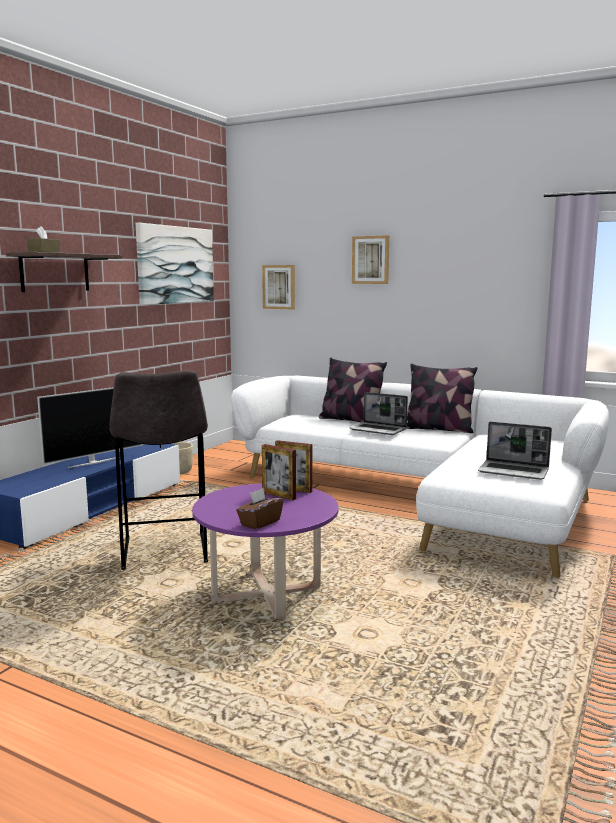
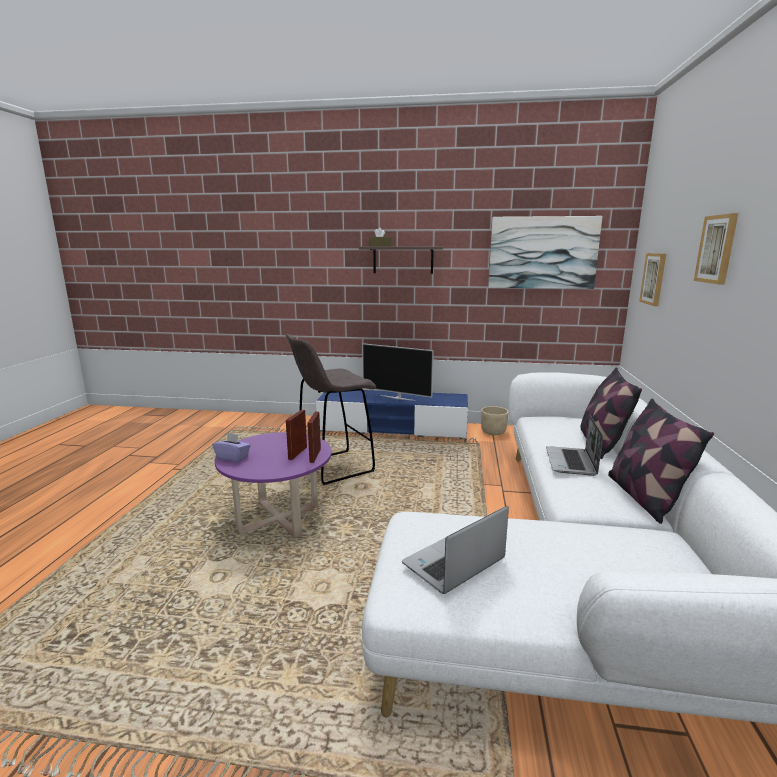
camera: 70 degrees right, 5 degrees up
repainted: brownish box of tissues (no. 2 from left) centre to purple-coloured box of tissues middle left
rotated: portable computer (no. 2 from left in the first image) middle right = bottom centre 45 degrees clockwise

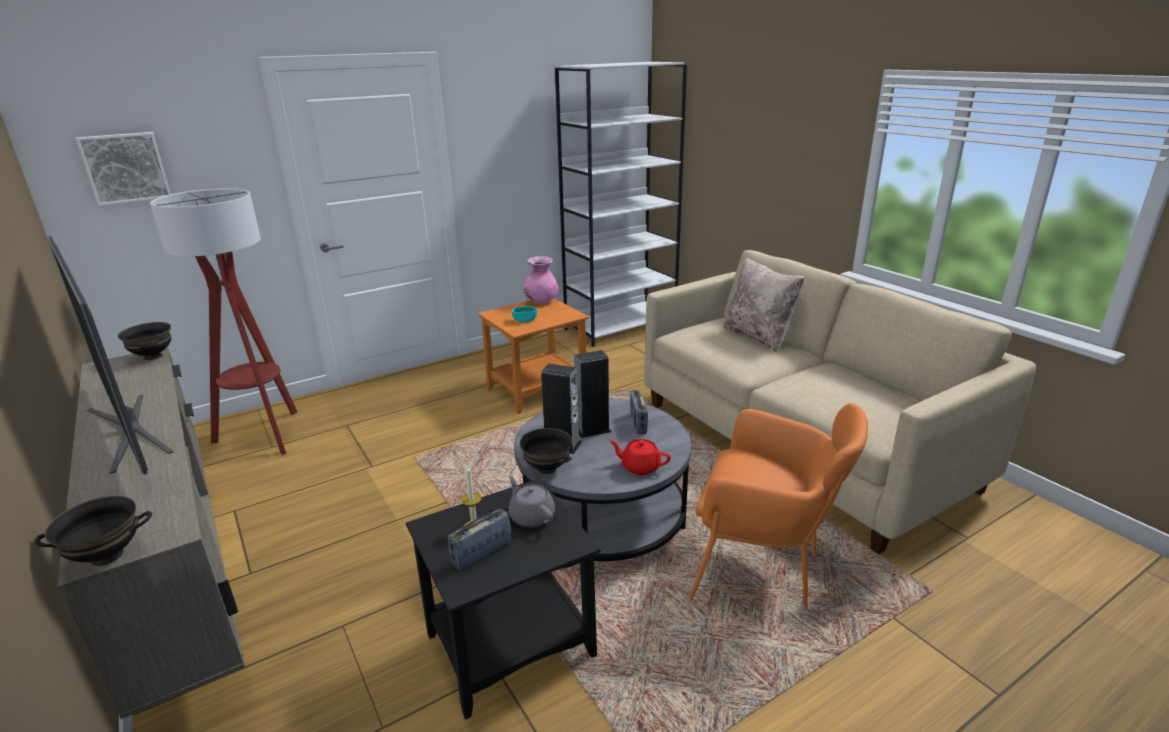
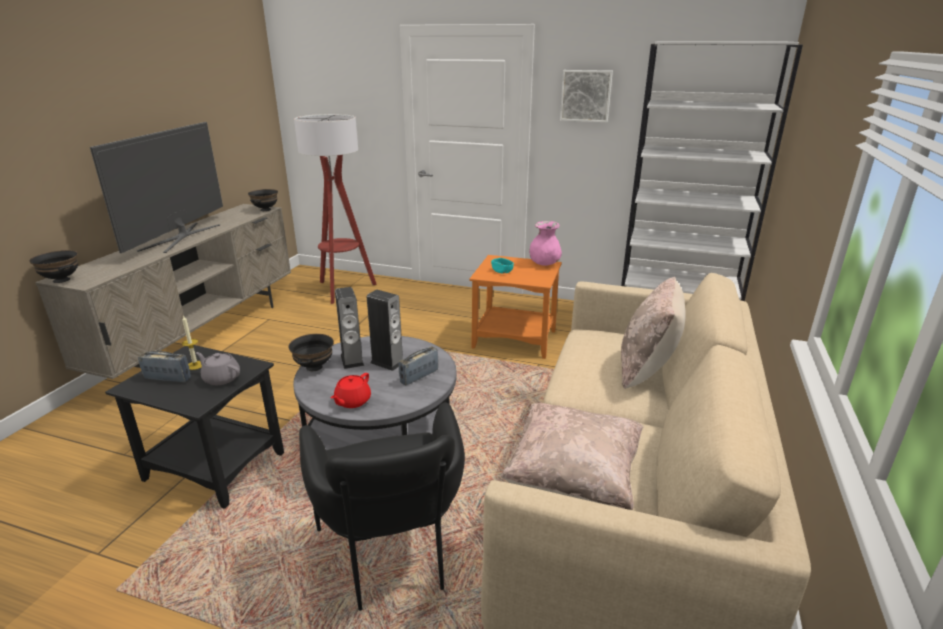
camera: 50 degrees right, 0 degrees up
new: beige throw pillow (no. 1 from left) bottom centre
shifted: wall picture top left to top centre
repainted: orange easy chair bottom centre to black-coloured easy chair bottom centre
rotated: grey teapot bottom centre = middle left 75 degrees counterclockwise; reddish teapot centre = centre 135 degrees counterclockwise

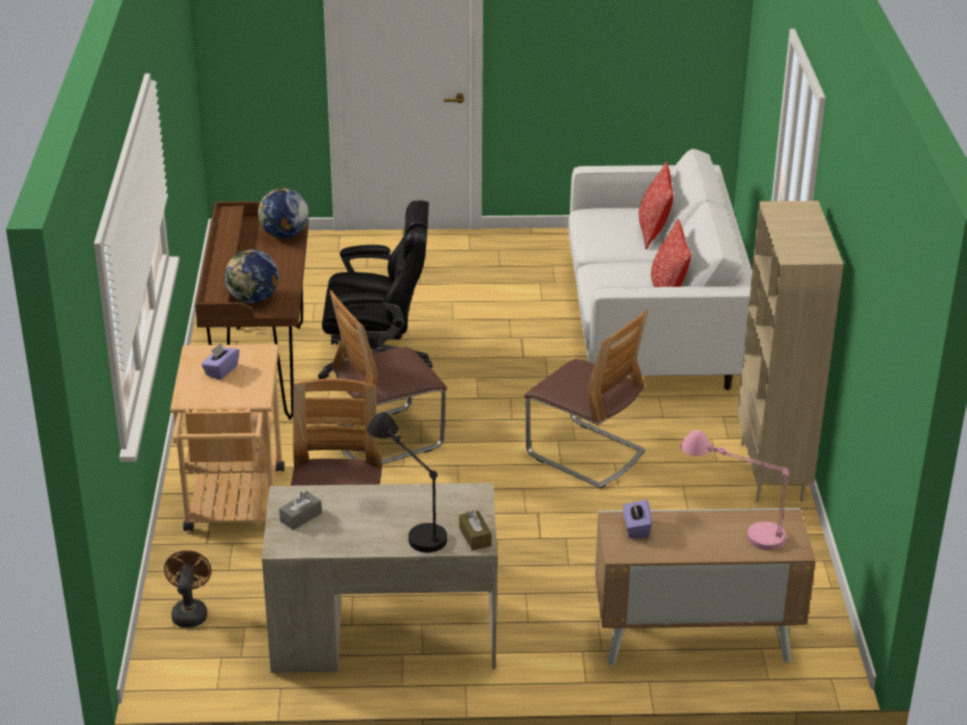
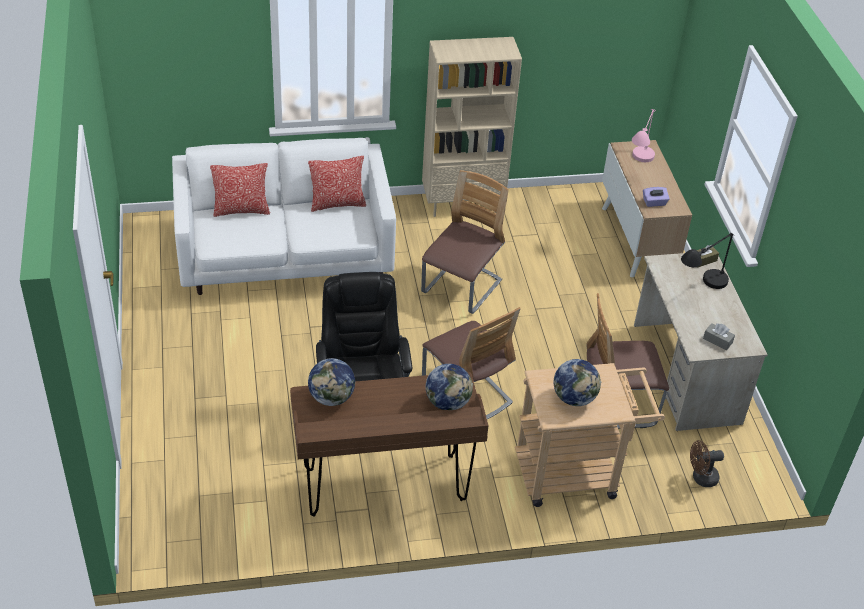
camera: 100 degrees left, 10 degrees up
swapped: purple-coloured box of tissues (no. 1 from left) middle left to globe (no. 3 from left) middle right

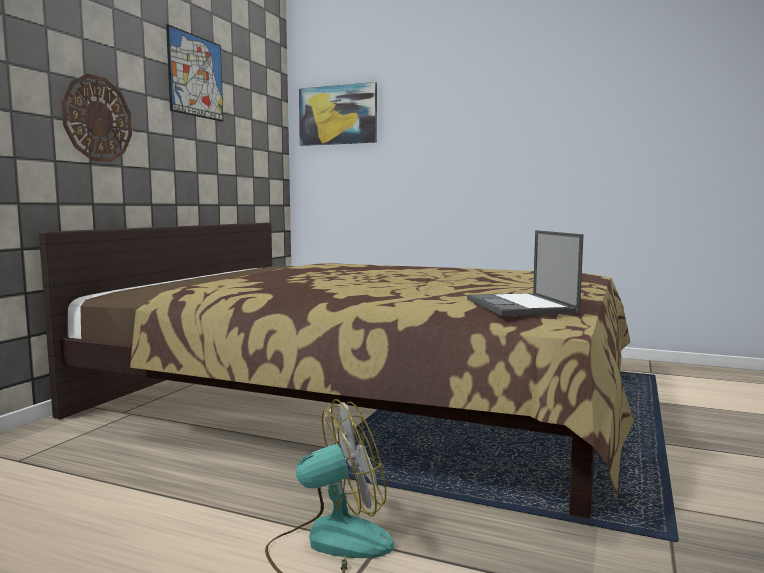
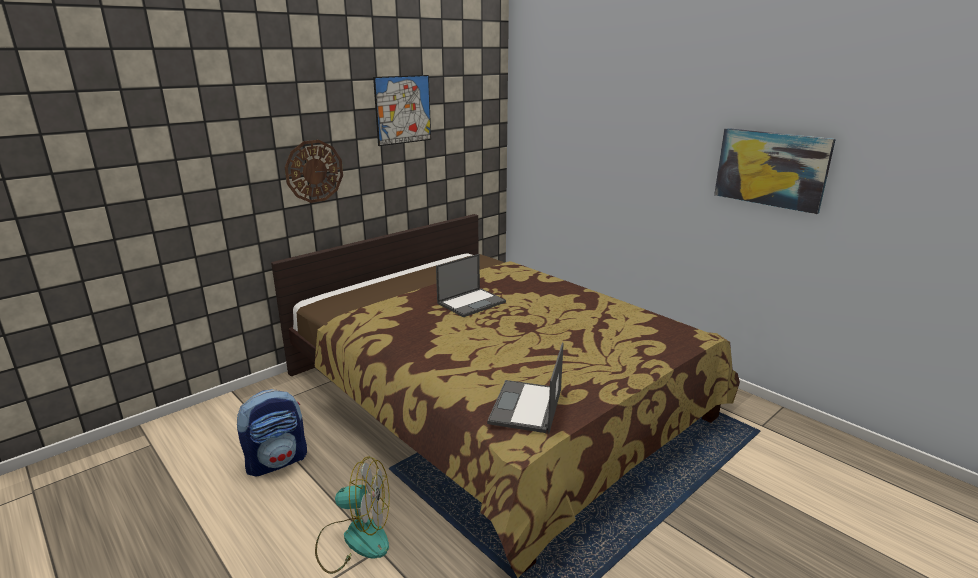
camera: 25 degrees right, 15 degrees up
new: knapsack bottom left; portable computer (no. 1 from left) centre
shifted: wall picture (no. 2 from left) top centre to top right

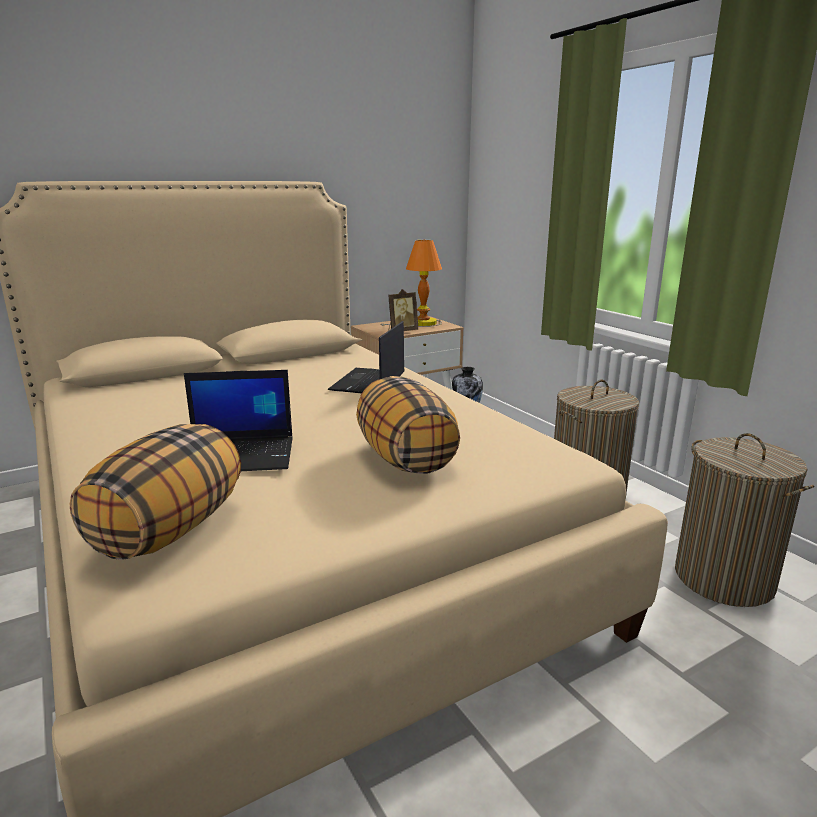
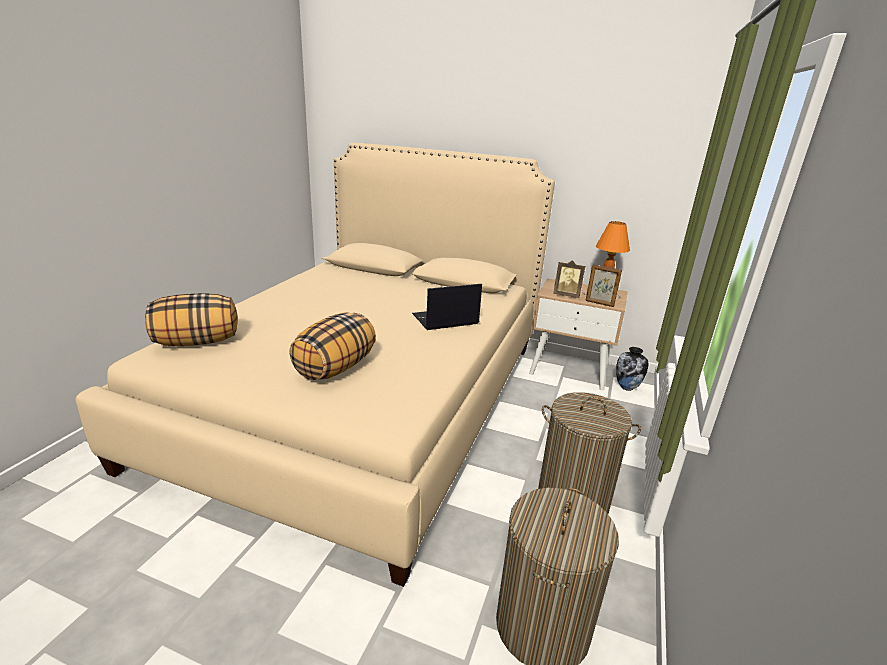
camera: 50 degrees right, 5 degrees up
gone: portable computer (no. 1 from left) middle left
new: picture frame (no. 2 from left) middle right

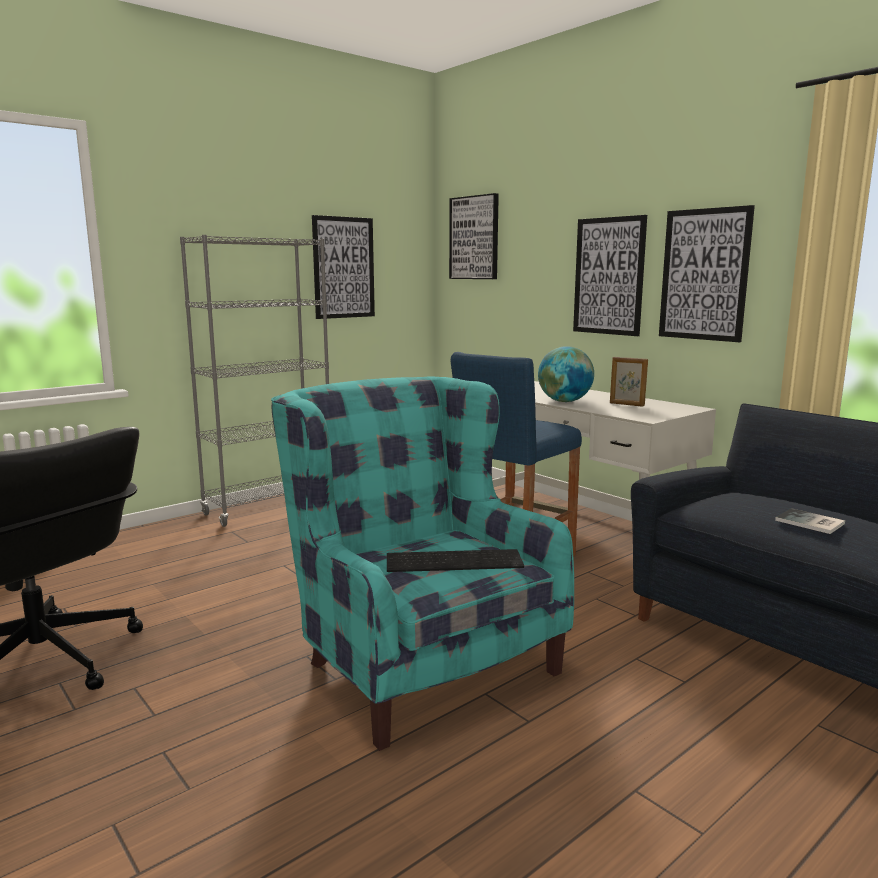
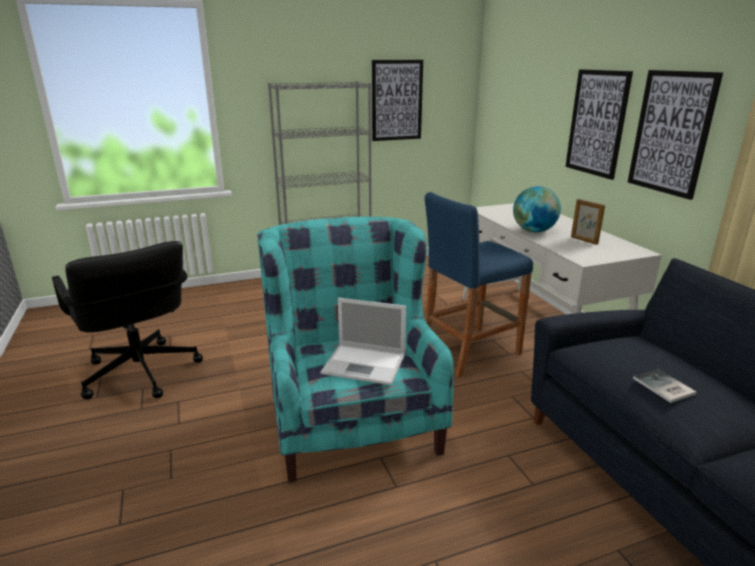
camera: 20 degrees right, 10 degrees up
gone: wall picture (no. 2 from left) top centre
swapped: computer keyboard centre to portable computer centre

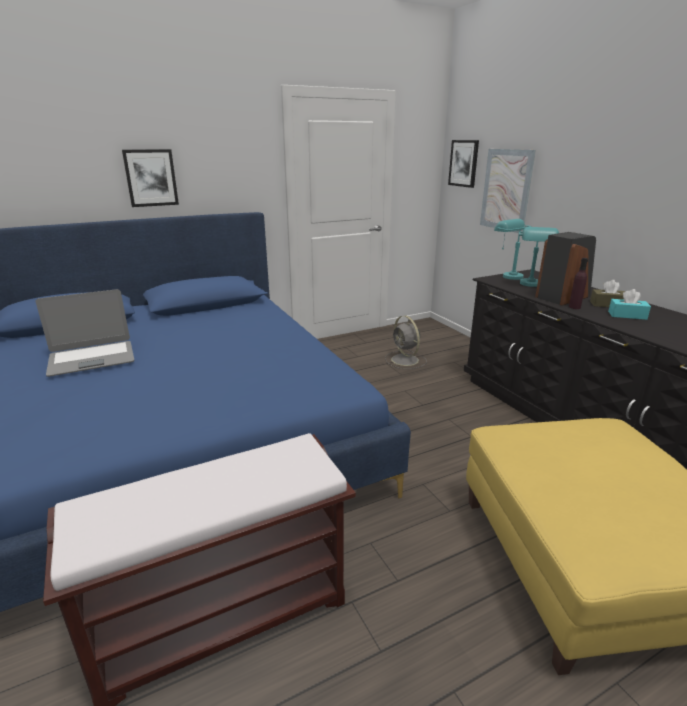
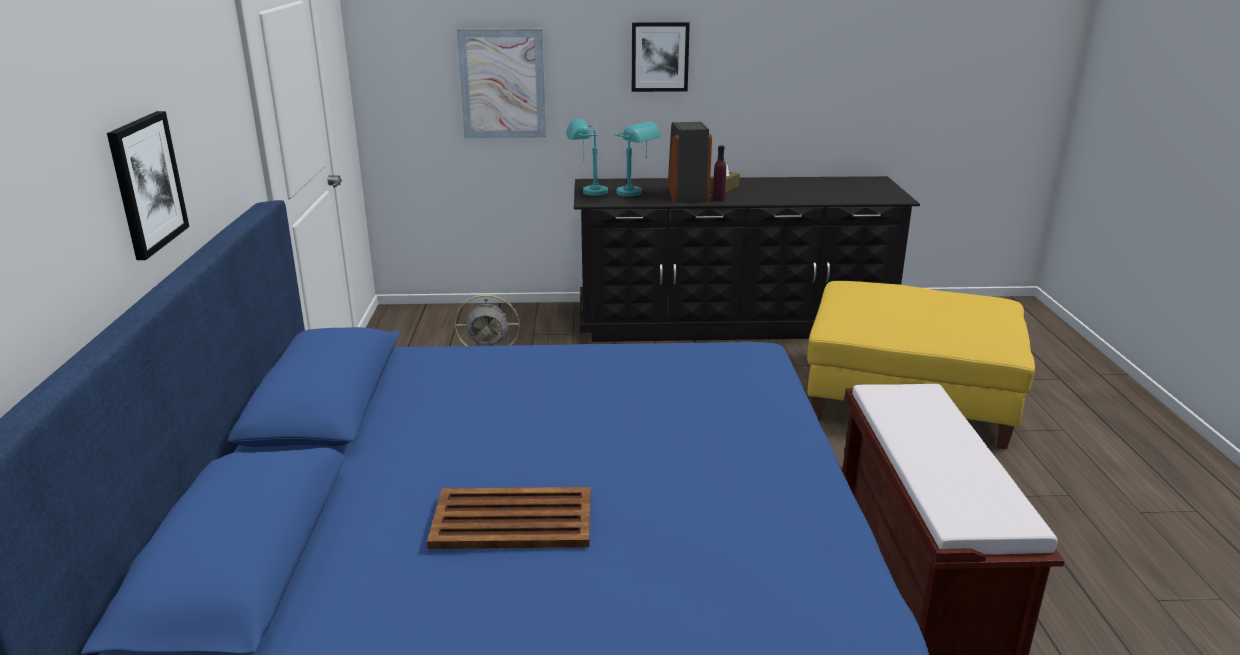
camera: 65 degrees left, 0 degrees up
gone: turquoise-coloured box of tissues middle right
shifted: wall picture (no. 2 from left in the first image) top right to wall picture (no. 3 from left) top centre
swapped: portable computer middle left to brownish serving tray bottom centre

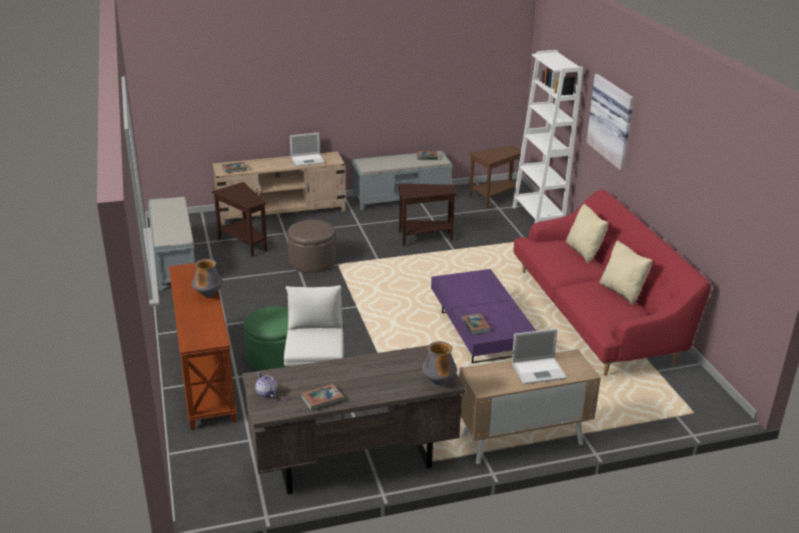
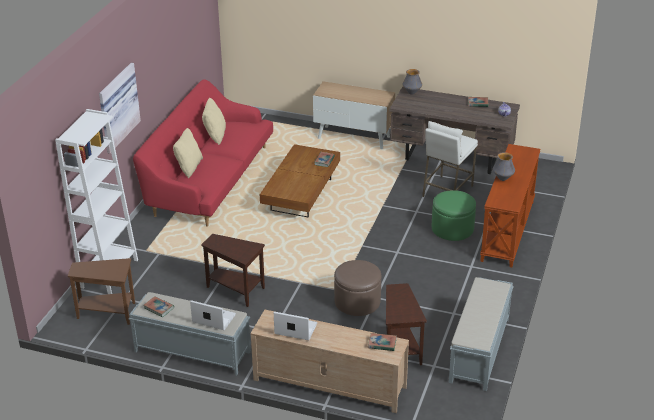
camera: 145 degrees left, 5 degrees up
shifted: portable computer (no. 2 from left in the first image) bottom right to portable computer (no. 1 from left) bottom left
repainted: purple-coloured low table centre to brownish low table centre

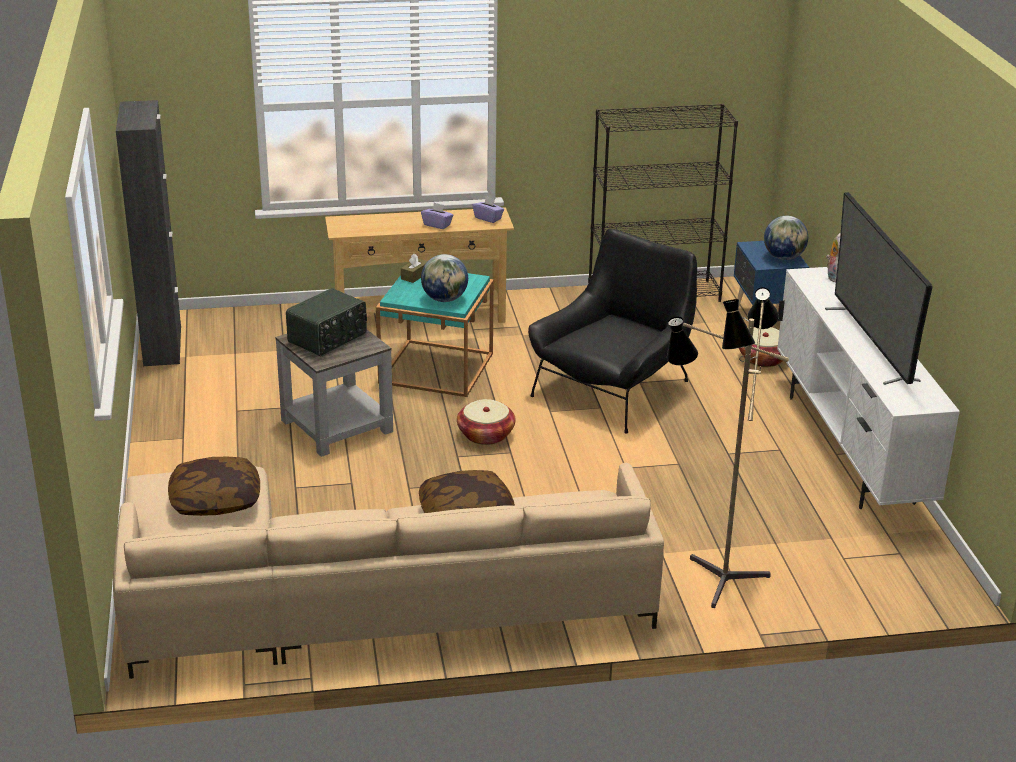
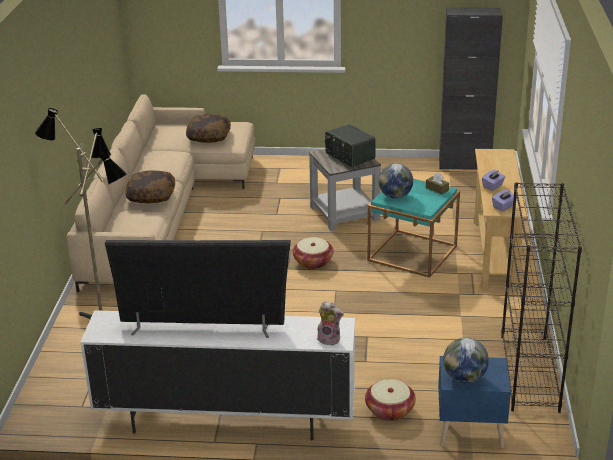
camera: 105 degrees right, 0 degrees up
gone: black-coloured easy chair centre

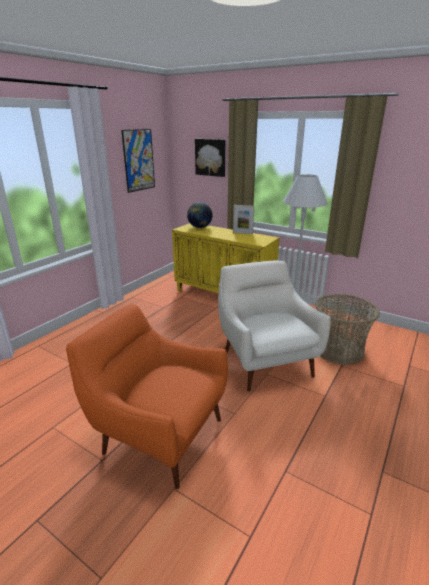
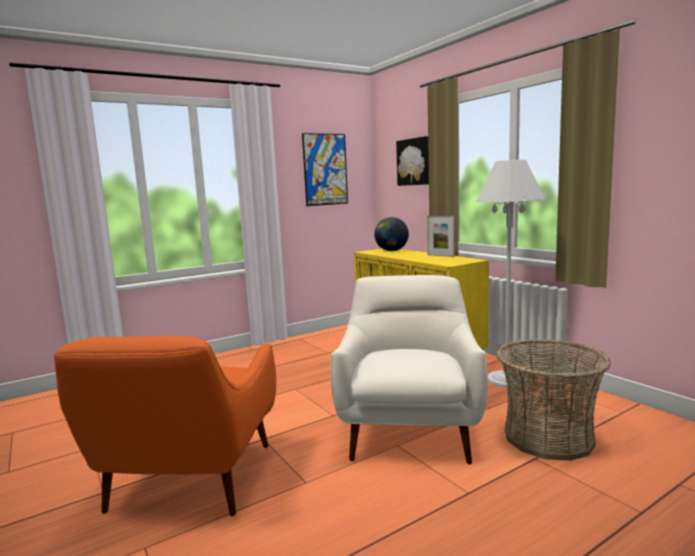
camera: 25 degrees right, 15 degrees down
rotated: orange easy chair bottom centre = bottom left 135 degrees counterclockwise

